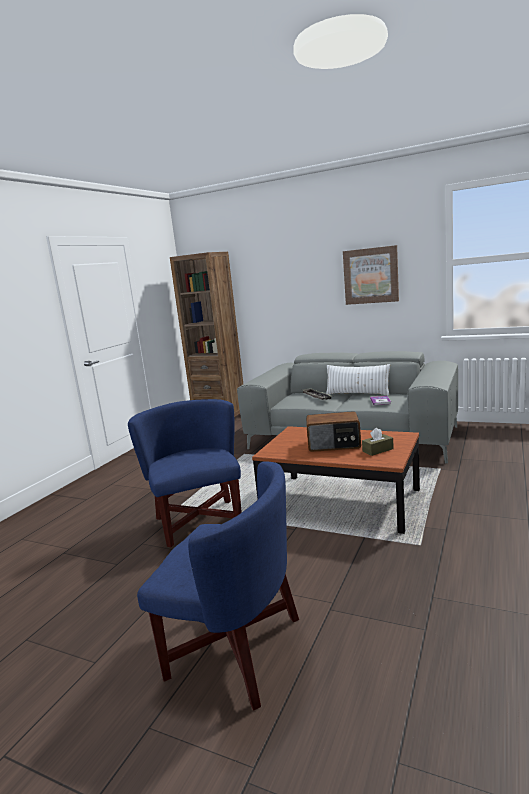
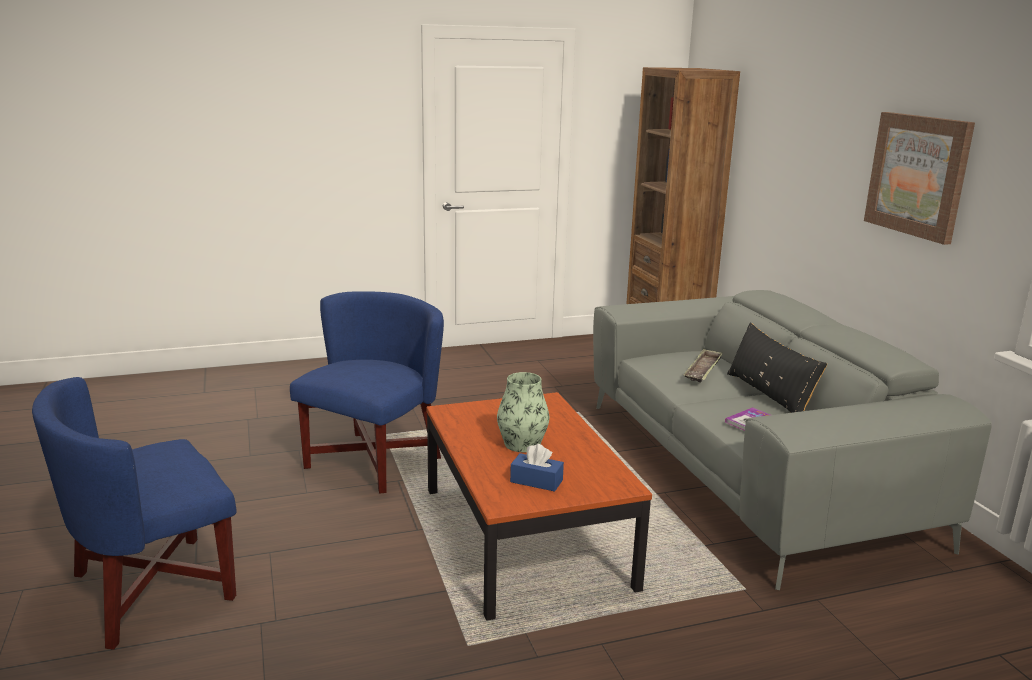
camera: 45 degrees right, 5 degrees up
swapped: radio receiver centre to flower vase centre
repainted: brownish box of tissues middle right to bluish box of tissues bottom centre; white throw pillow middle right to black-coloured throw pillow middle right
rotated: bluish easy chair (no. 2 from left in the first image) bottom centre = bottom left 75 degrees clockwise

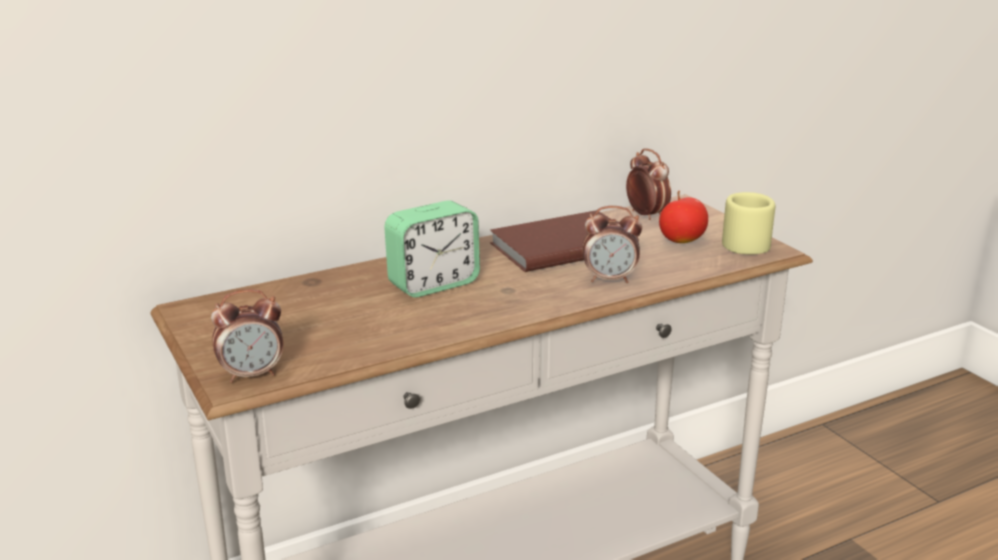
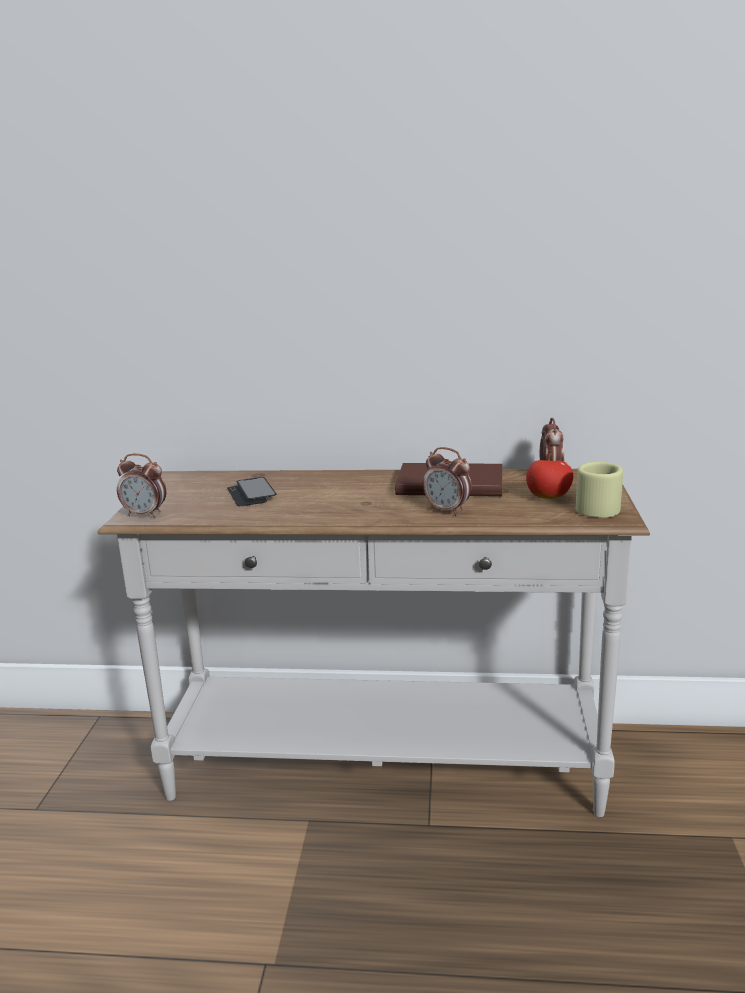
camera: 35 degrees right, 5 degrees down
gone: table clock (no. 2 from left) centre
new: telephone centre

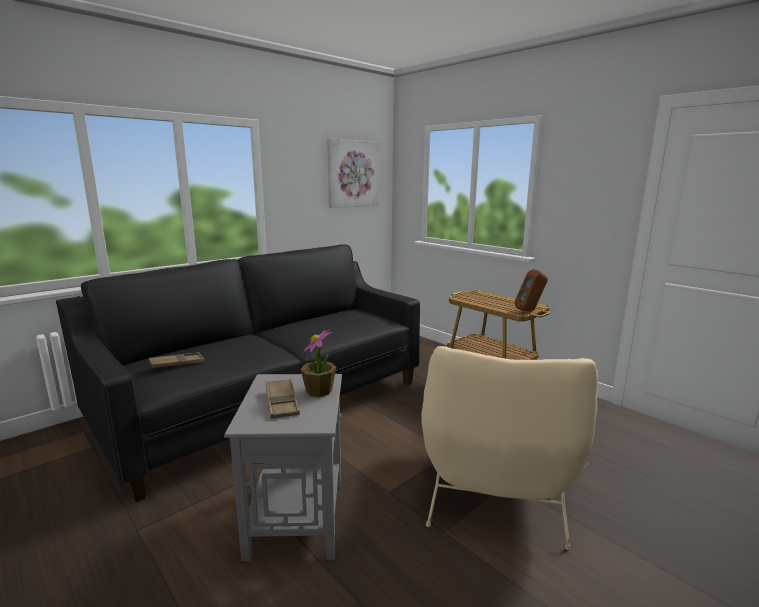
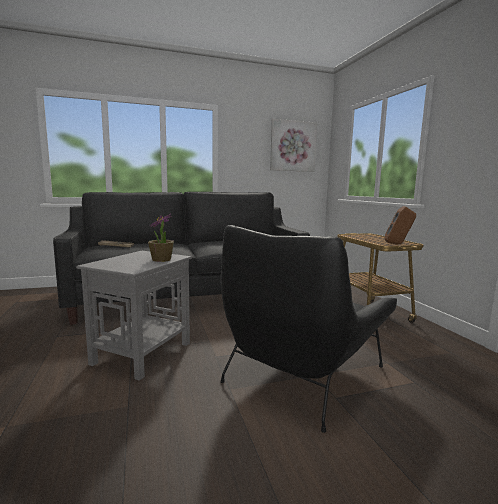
camera: 25 degrees right, 5 degrees down
gone: brownish serving tray (no. 2 from left) centre
repainted: beige easy chair bottom right to black-coloured easy chair centre

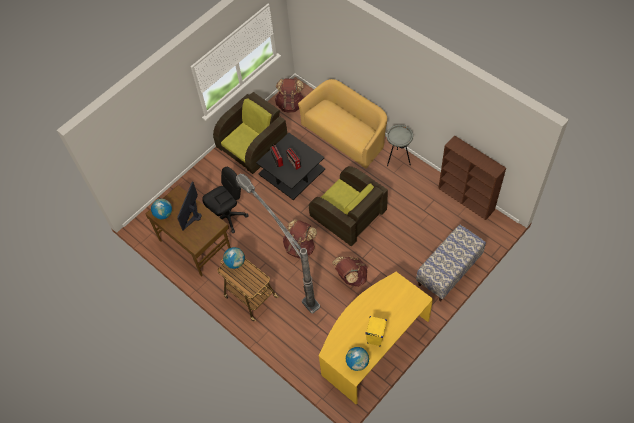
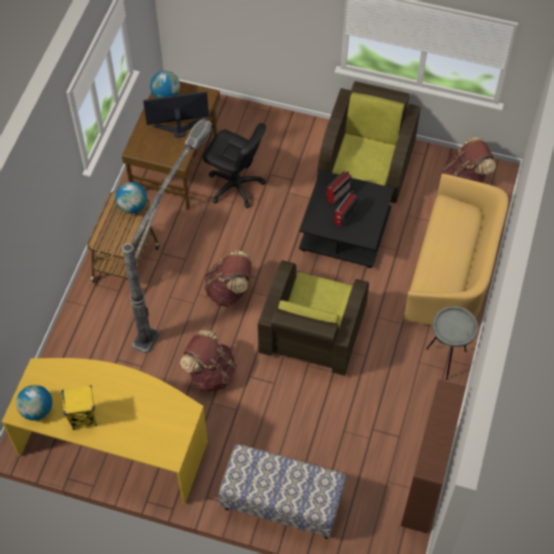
camera: 60 degrees right, 0 degrees up
rotated: brownish easy chair (no. 1 from left in the first image) top centre = top centre 90 degrees counterclockwise

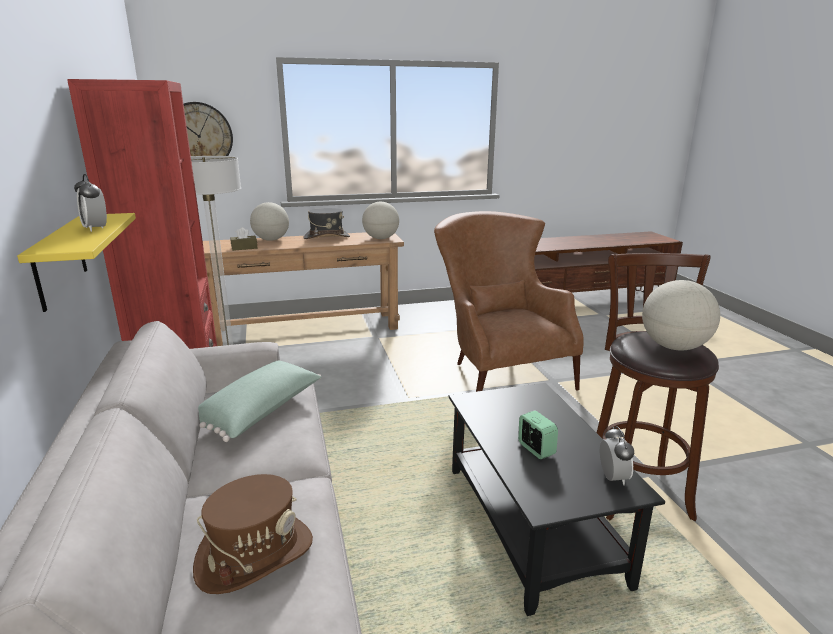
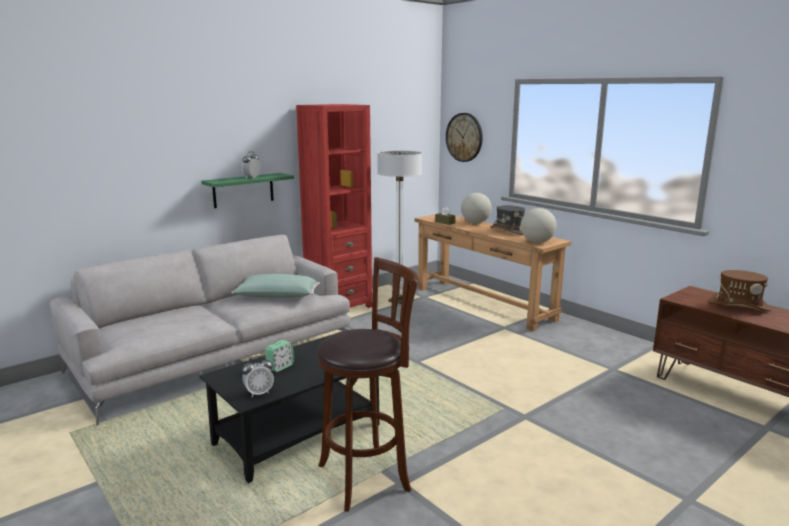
camera: 65 degrees right, 5 degrees down
gone: brownish easy chair centre; globe (no. 3 from left) middle right
shifted: brownish clothing hat bottom left to middle right
repainted: yellow shelf middle left to greenish shelf middle left

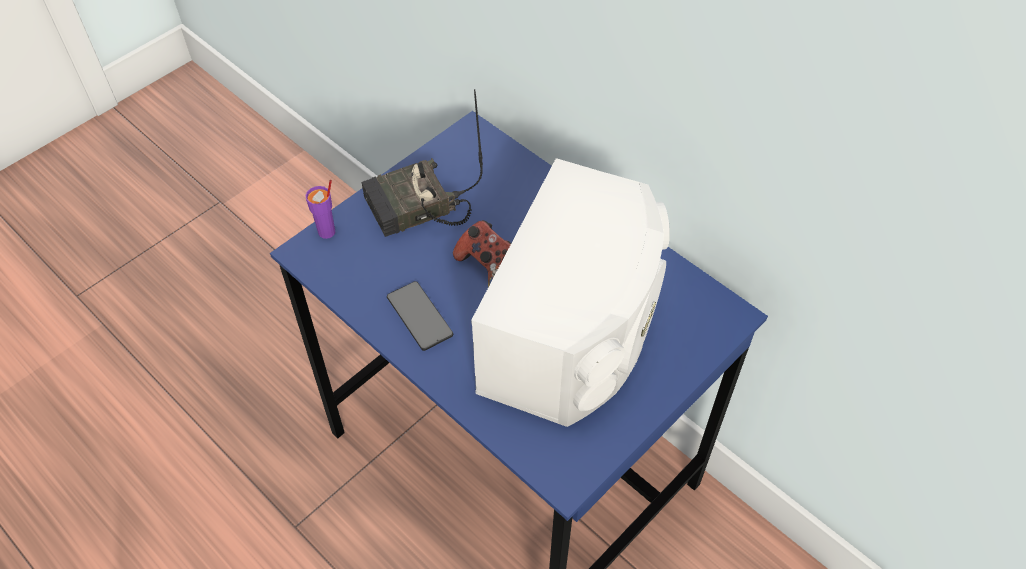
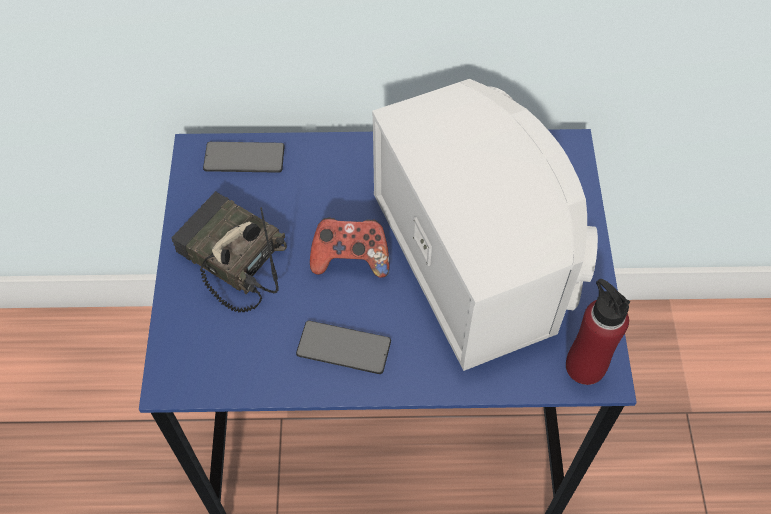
camera: 45 degrees left, 5 degrees up
gone: purple-coloured cup middle left
new: telephone (no. 1 from left) top left; reddish drink bottle middle right
rotated: radio receiver top centre = middle left 105 degrees clockwise

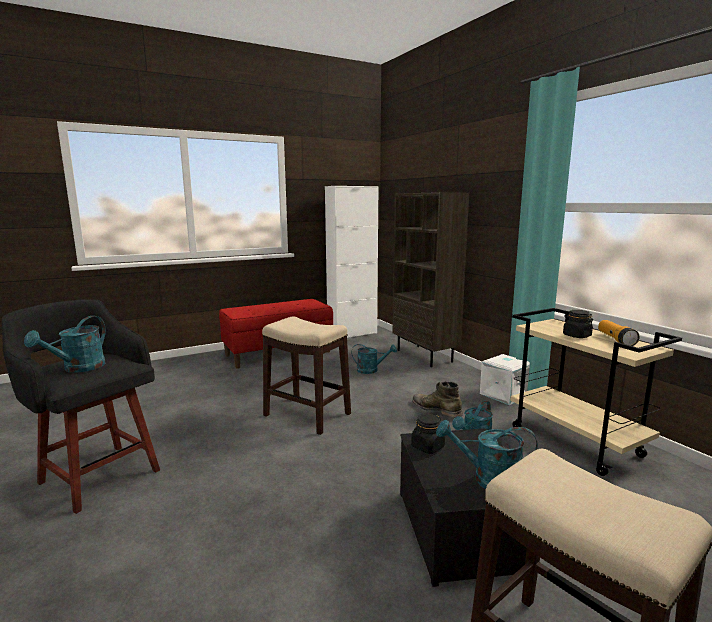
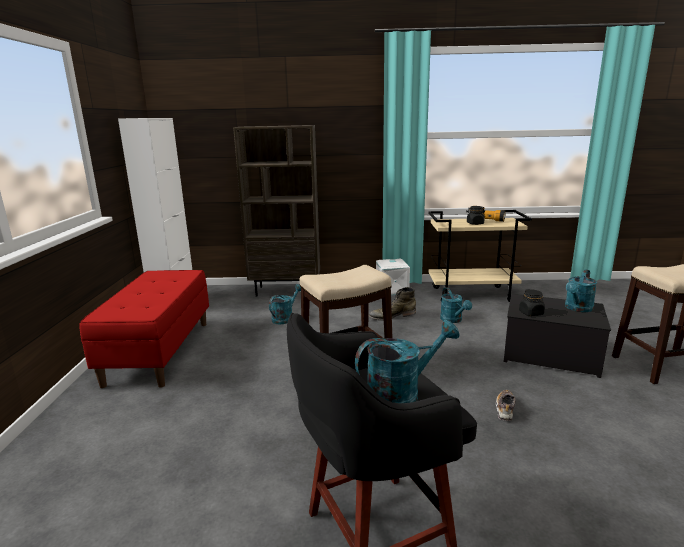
camera: 60 degrees left, 5 degrees up
new: item of footwear bottom right
rotated: turquoise-coloured sprinkling can (no. 1 from left in the first image) middle left = centre 75 degrees counterclockwise

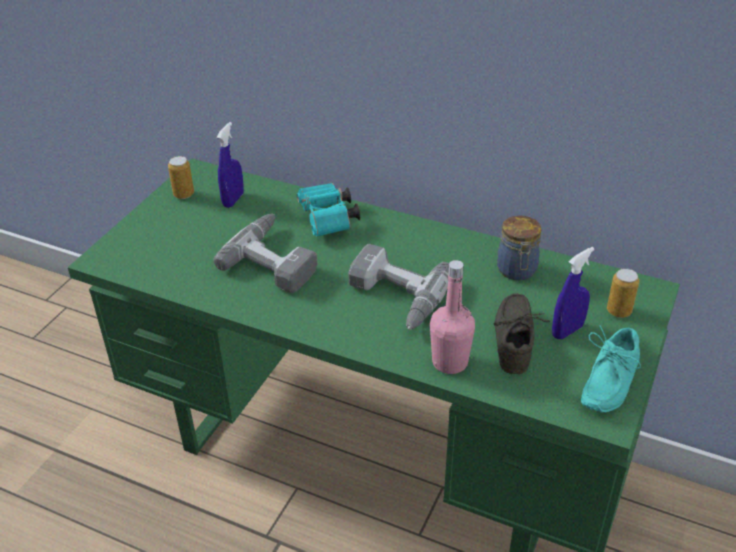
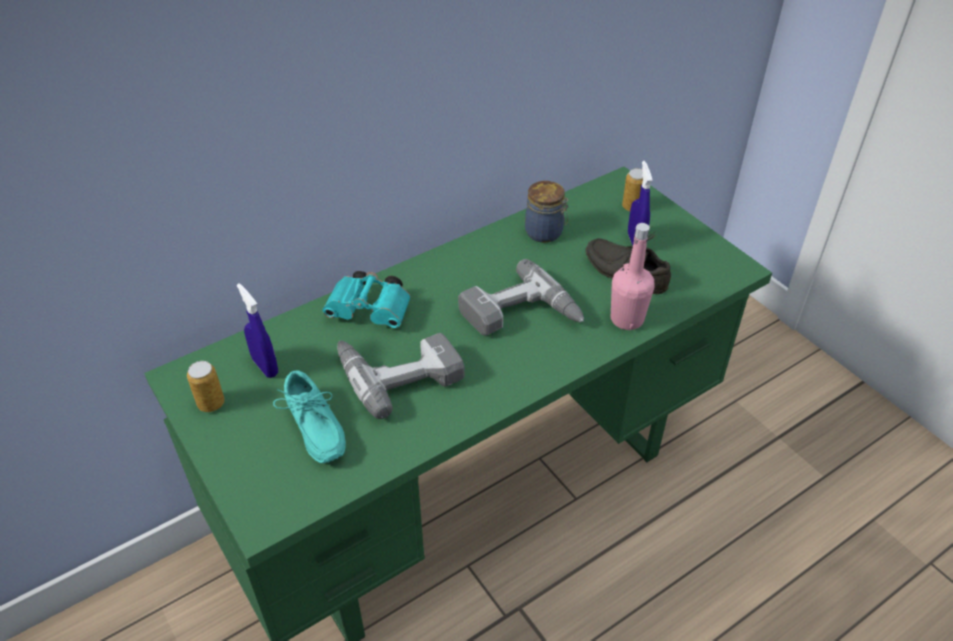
camera: 60 degrees left, 5 degrees up
shifted: turquoise-coloured item of footwear bottom right to middle left

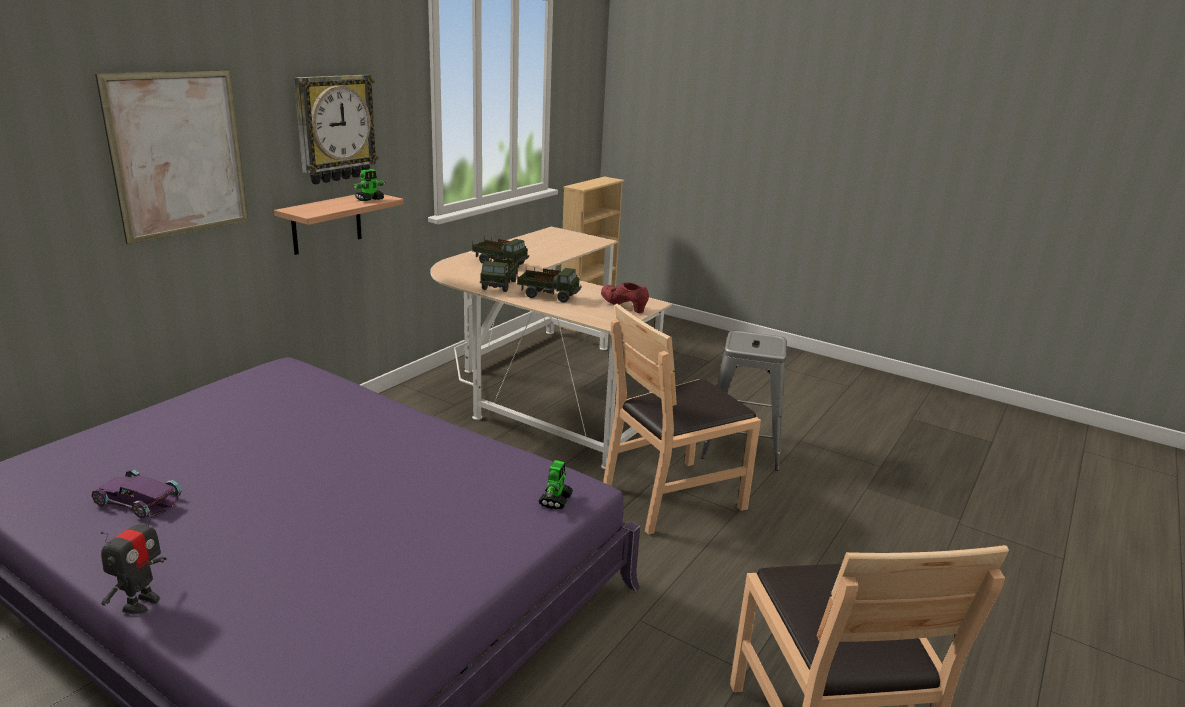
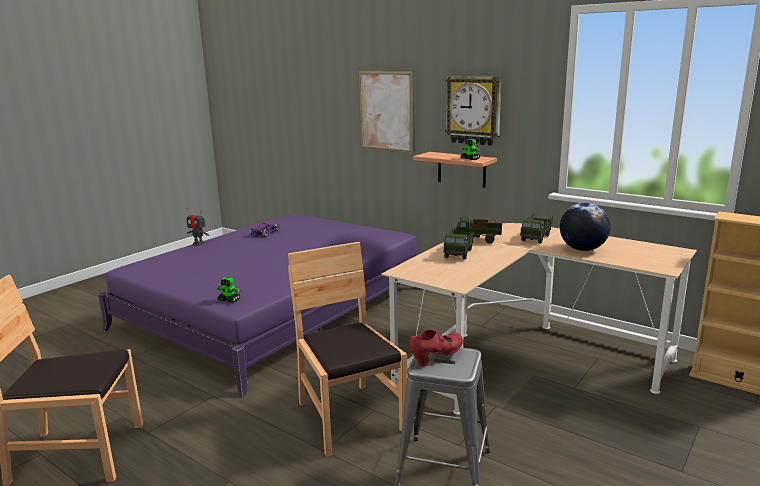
camera: 95 degrees right, 5 degrees down
new: globe middle right
shifted: reddish item of footwear centre to bottom centre

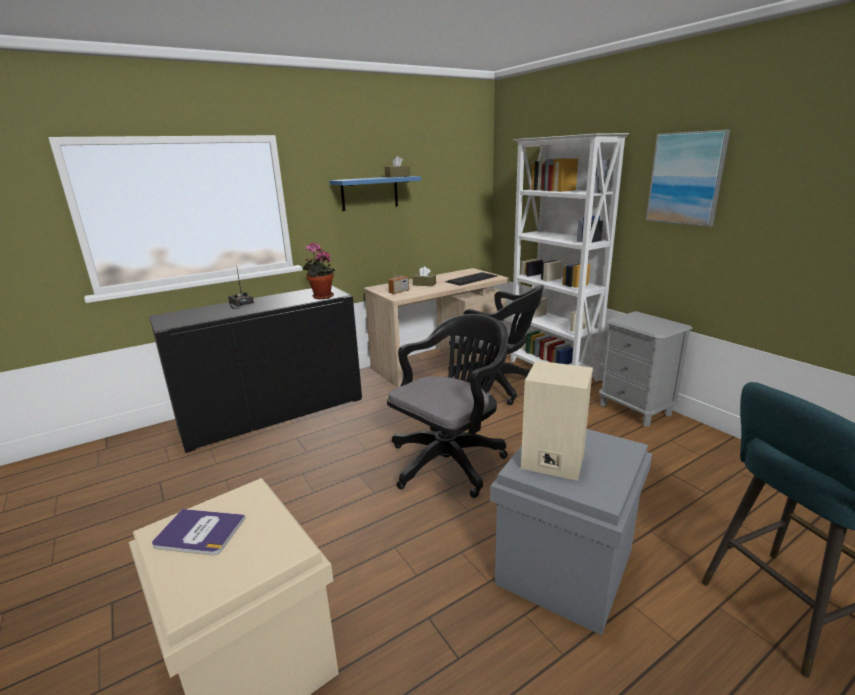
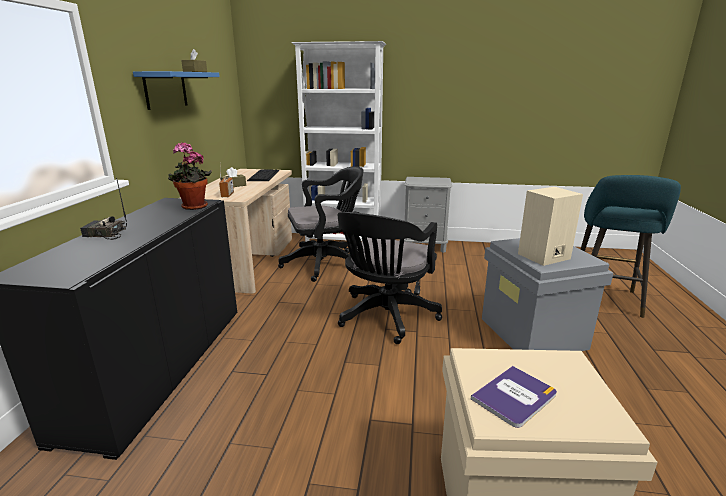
camera: 50 degrees left, 0 degrees up
gone: wall picture top right
rotated: black-coloured office chair (no. 1 from left in the first image) centre = centre 150 degrees counterclockwise

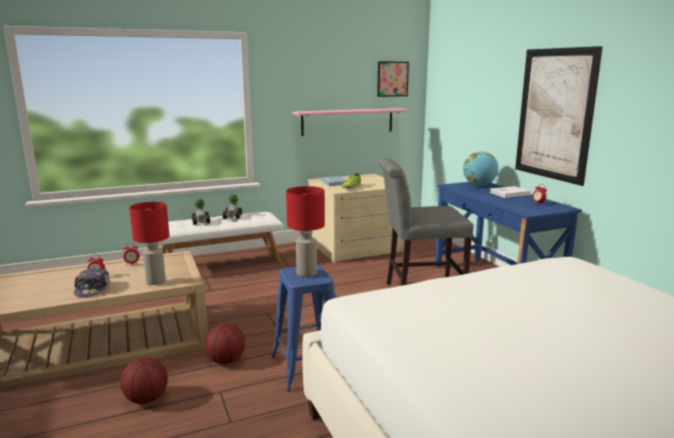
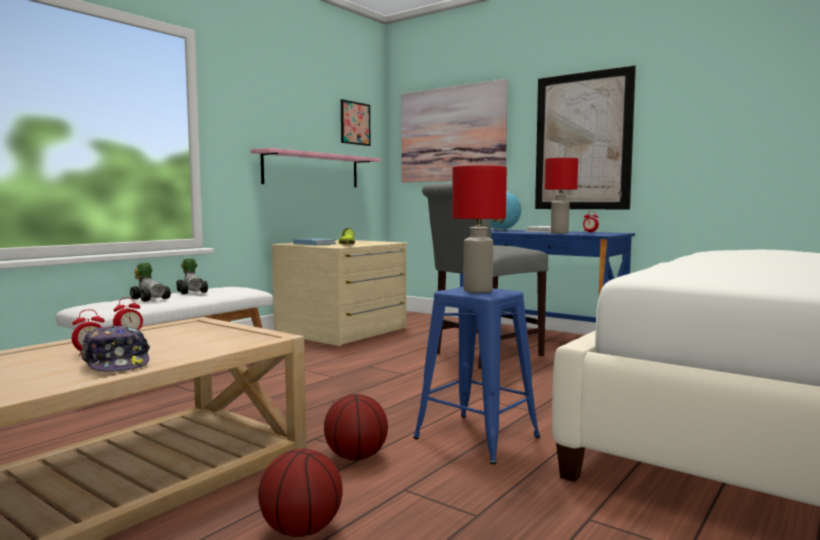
camera: 30 degrees left, 10 degrees down
new: wall picture (no. 2 from left) top centre
shifted: reddish tabletop lamp (no. 1 from left in the first image) middle left to reddish tabletop lamp (no. 2 from left) middle right

